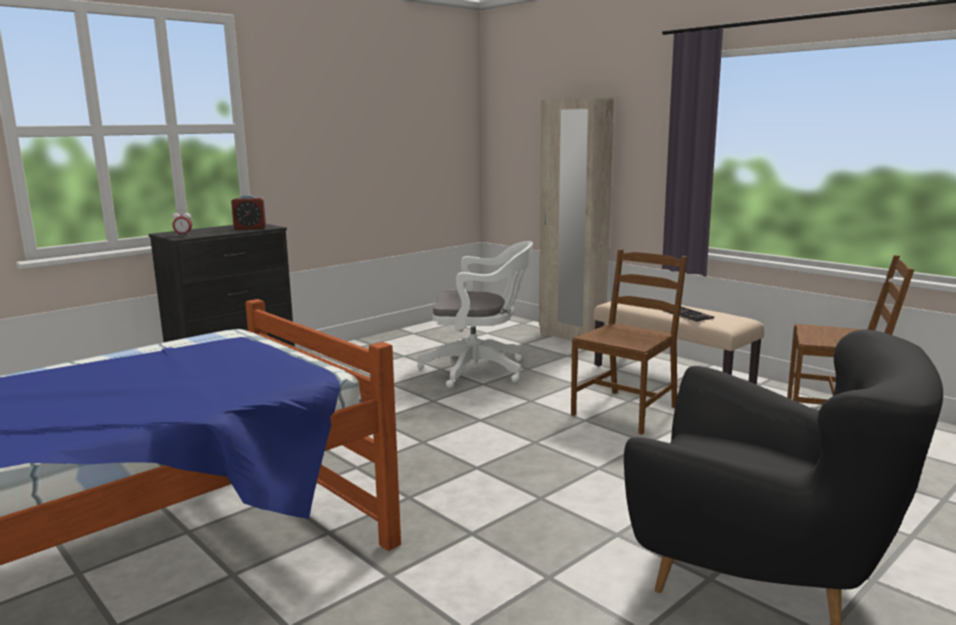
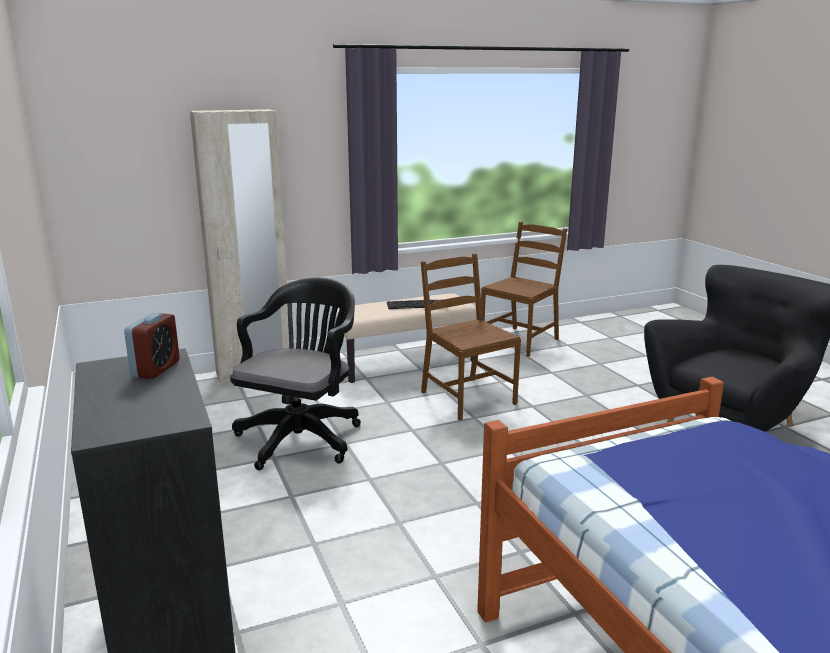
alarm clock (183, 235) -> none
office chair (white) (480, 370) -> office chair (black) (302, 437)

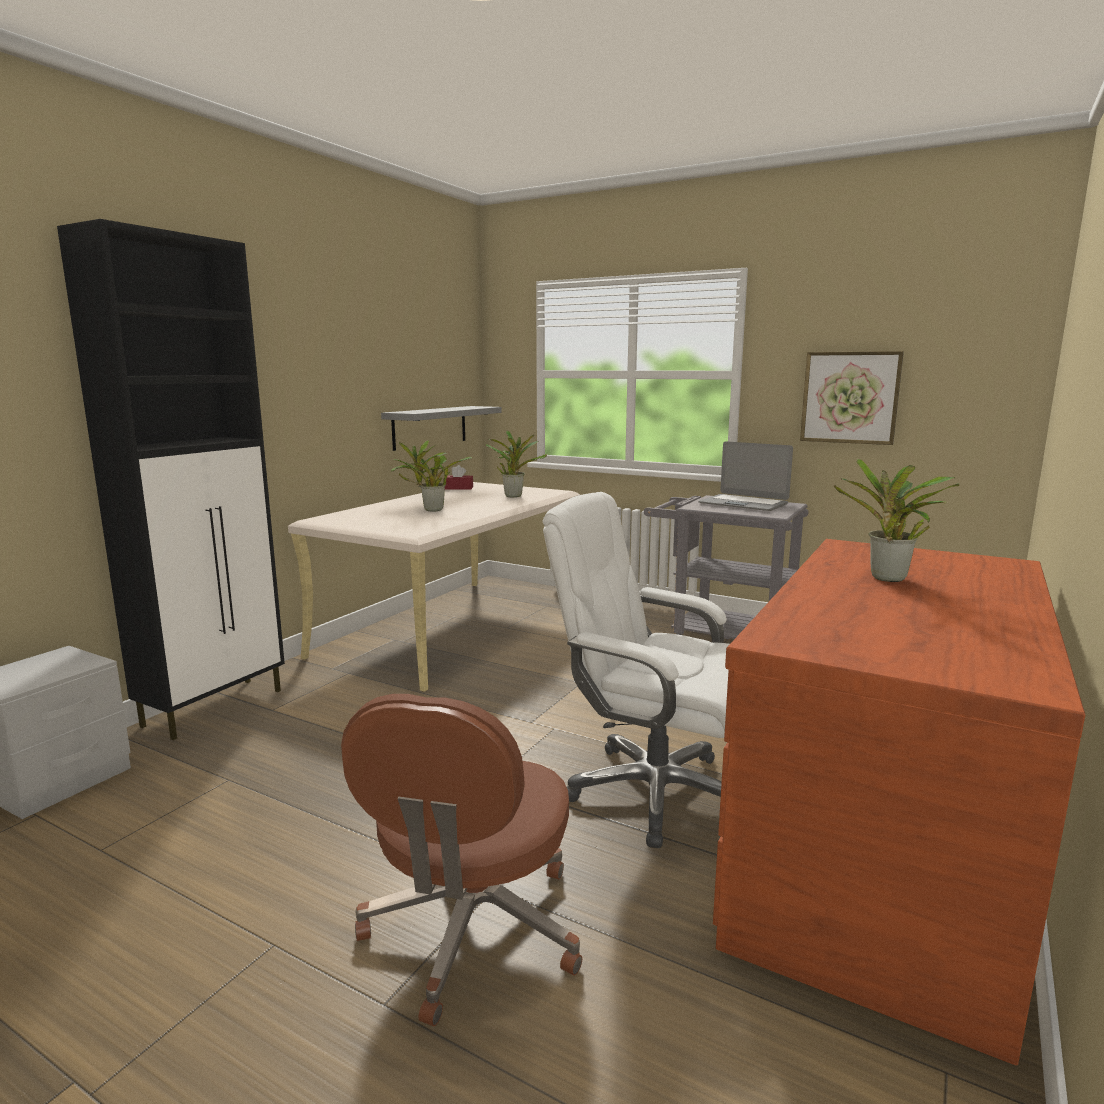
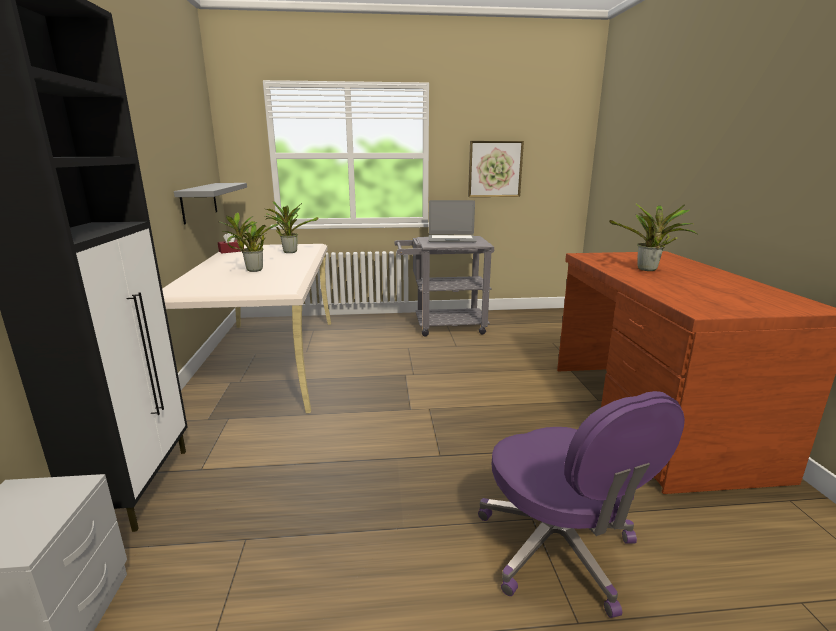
office chair (white) (654, 791) -> none
office chair (brown) (472, 931) -> office chair (purple) (558, 550)

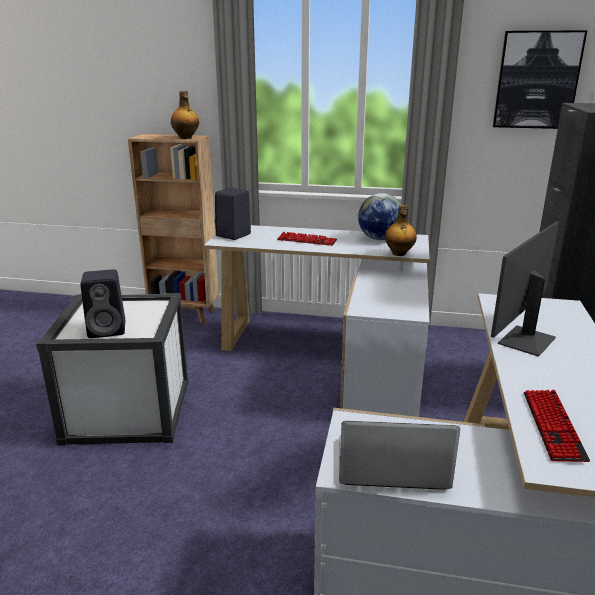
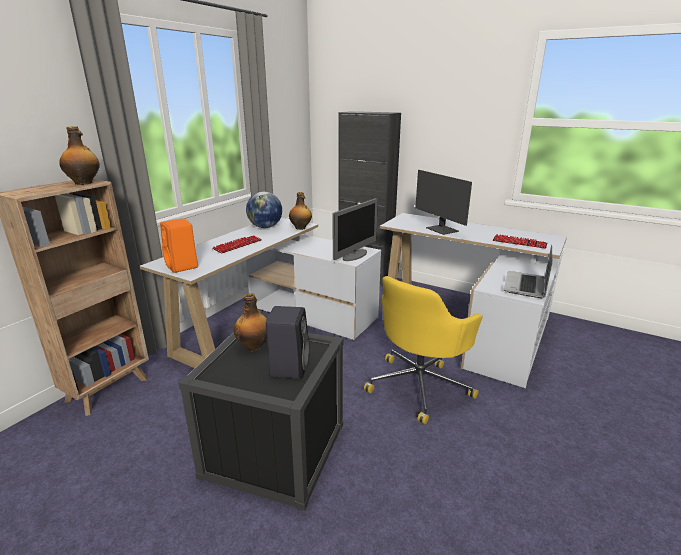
picture (537, 80) -> none
none -> bottle (254, 346)
none -> monitor (355, 255)
none -> office chair (yellow) (419, 385)
storage box (white) (129, 410) -> storage box (black) (274, 449)
speaker (black) (233, 235) -> speaker (orange) (182, 267)

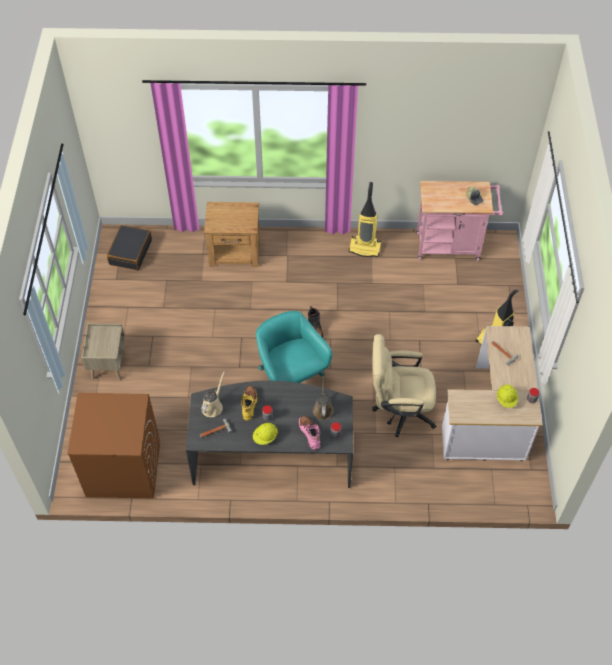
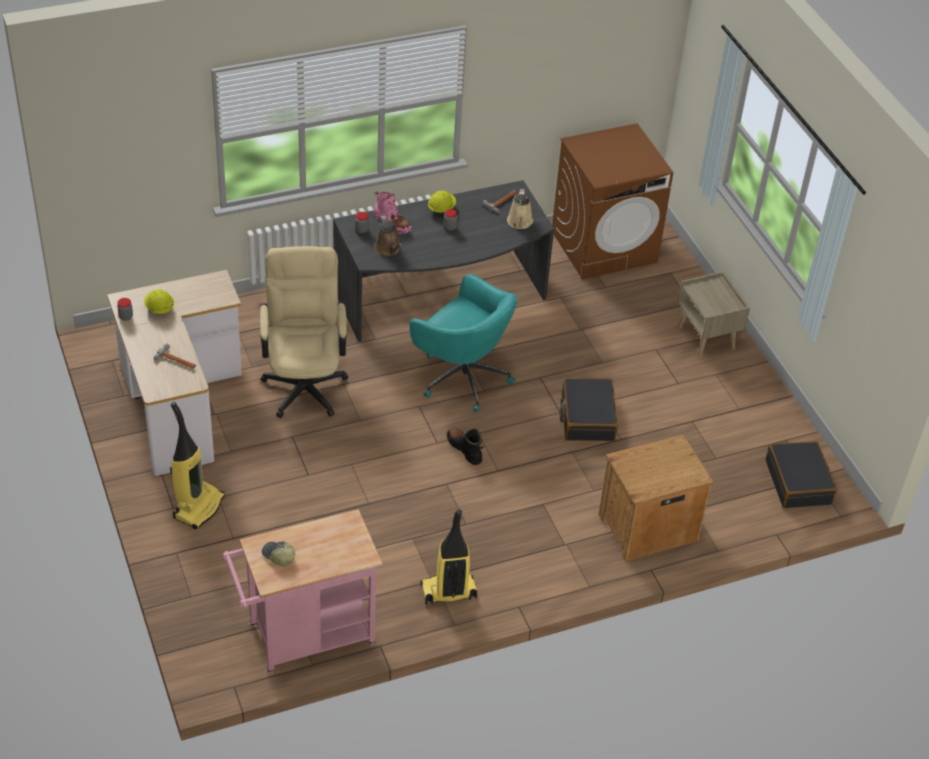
boot (yellow) (249, 404) -> none
none -> suitcase (black) (587, 417)
office chair (beige) (399, 410) -> office chair (beige) (304, 381), 75 degrees counterclockwise

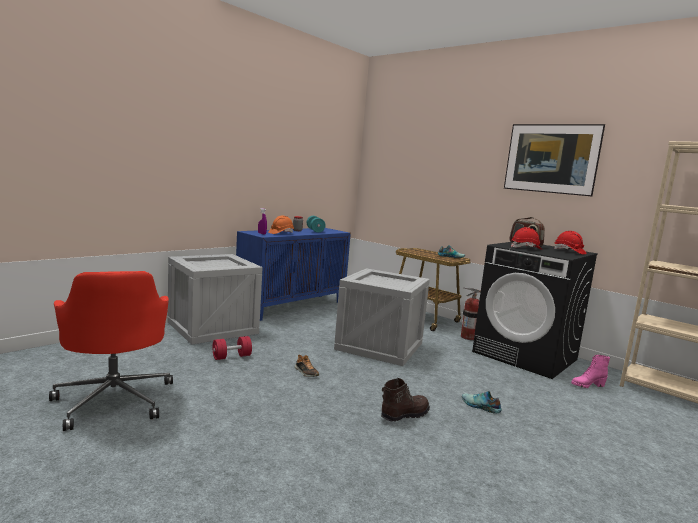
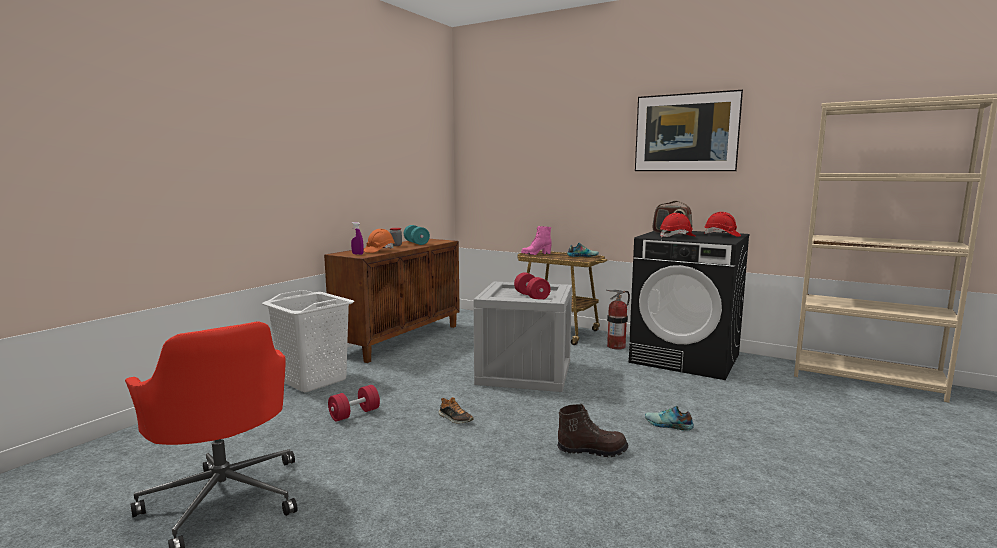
none -> dumbbell (red) (531, 296)
boot (pink) (587, 385) -> boot (pink) (536, 254), moved
crate (213, 327) -> laundry basket (white) (313, 380)
cabinet (blue) (292, 306) -> cabinet (brown) (400, 339)
boot (brown) (404, 415) -> boot (brown) (592, 450), 45 degrees clockwise

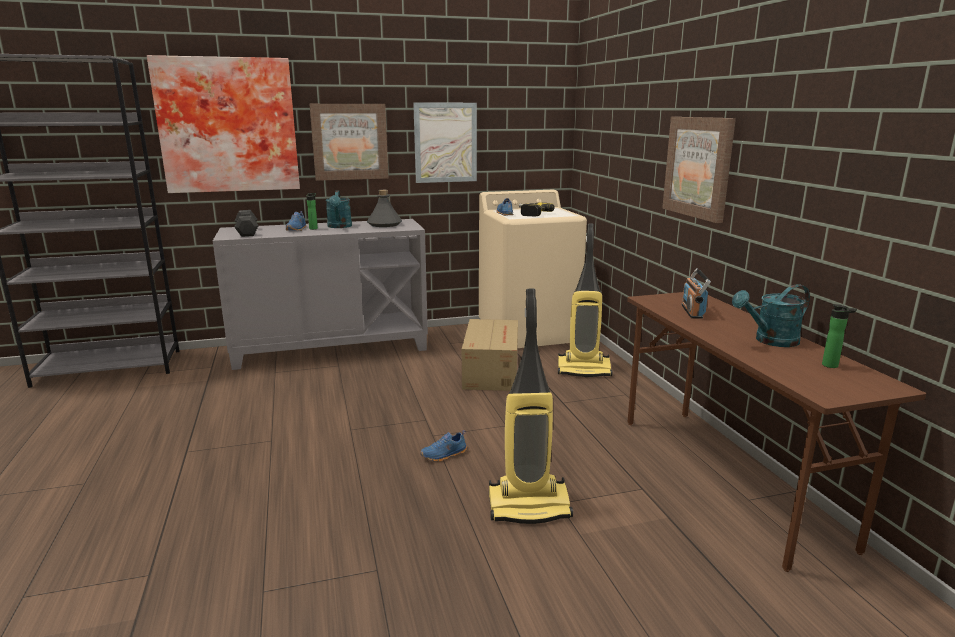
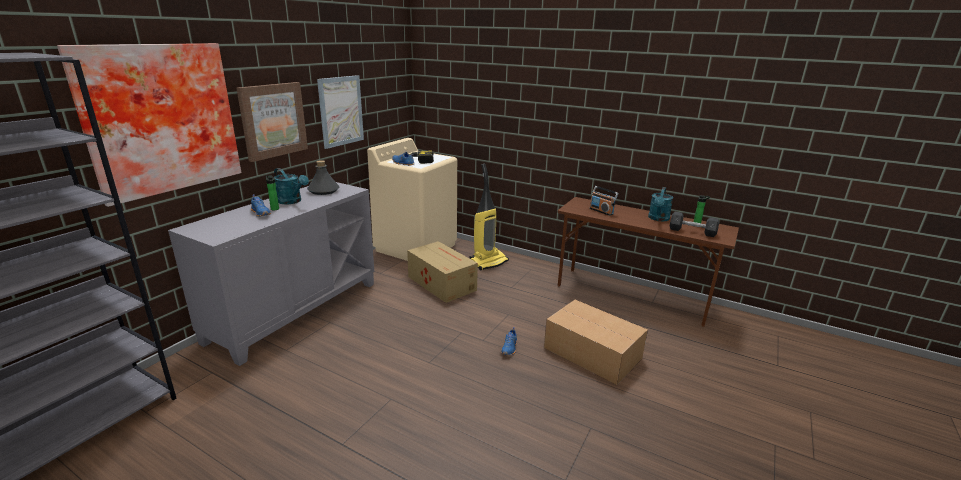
picture (698, 167) -> none
dumbbell (grey) (247, 232) -> dumbbell (grey) (692, 231), moved
vacuum cleaner (529, 506) -> cardboard box (591, 352)

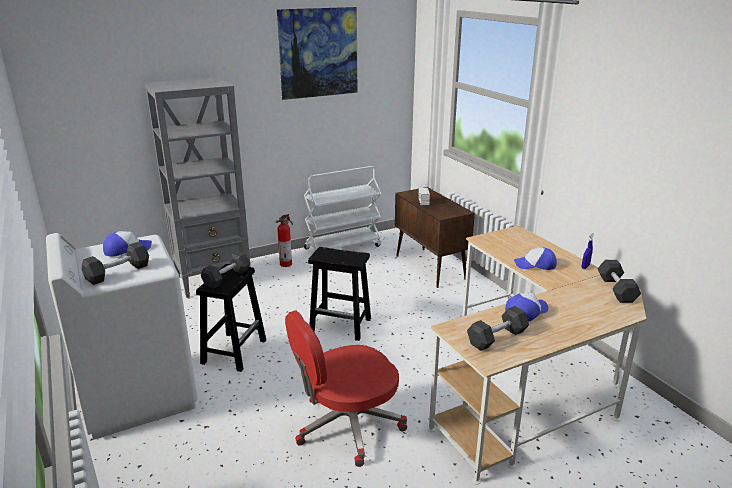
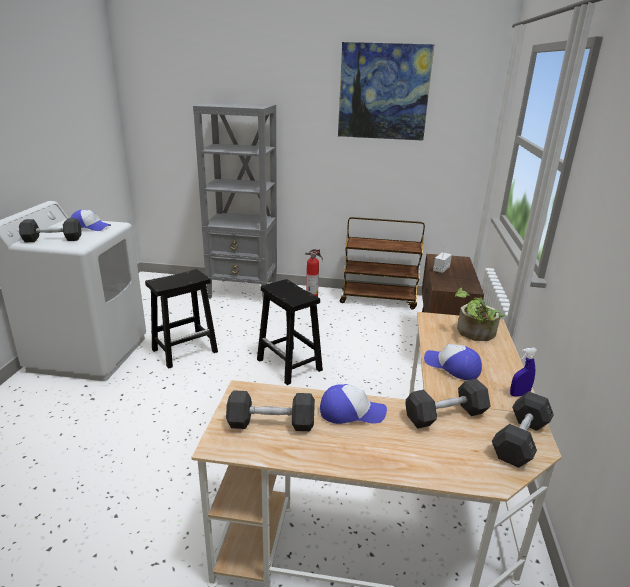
office chair (red) (347, 426) -> none
none -> potted plant (473, 334)
dumbbell (grey) (226, 277) -> dumbbell (grey) (445, 415), moved
cart (white) (343, 247) -> cart (brown) (378, 299)

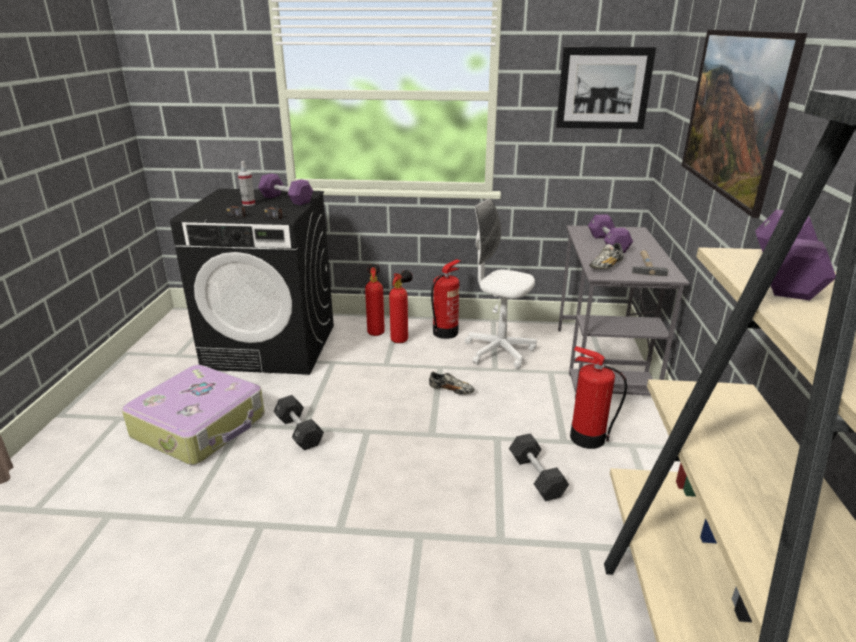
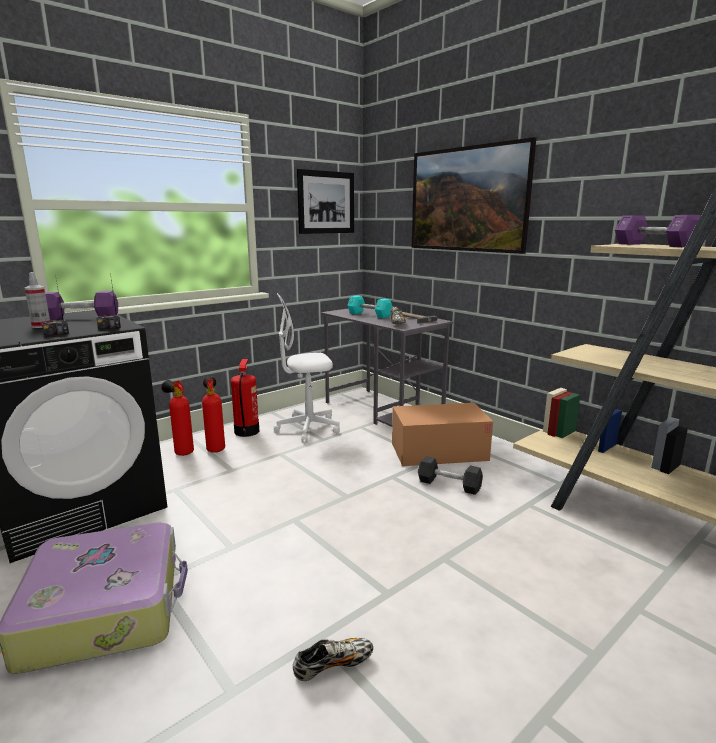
dumbbell (black) (299, 431) -> none
shoe (451, 390) -> shoe (333, 666), moved
fire extinguisher (586, 437) -> cardboard box (439, 451)
dumbbell (purple) (608, 243) -> dumbbell (turquoise) (369, 315)

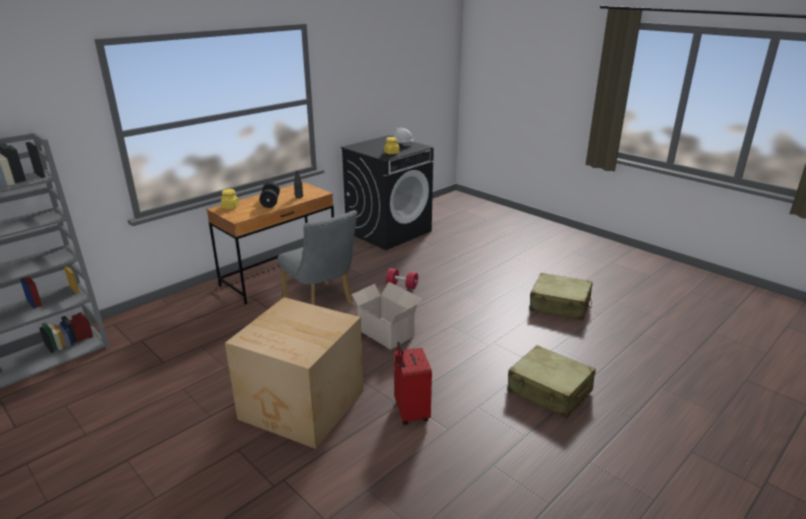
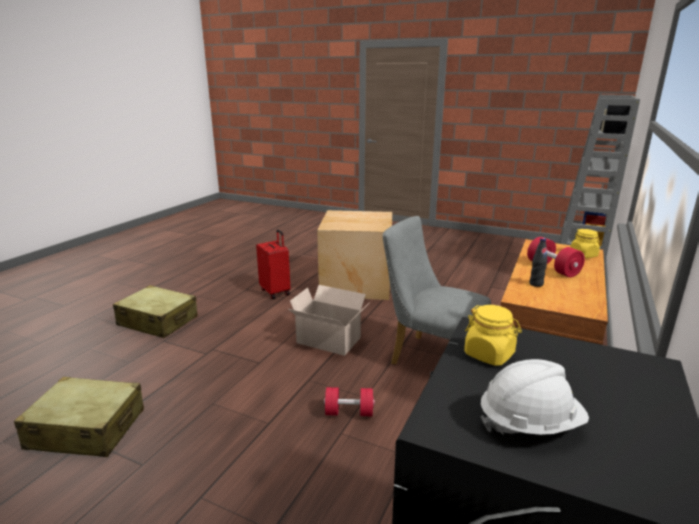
dumbbell (black) (270, 202) -> dumbbell (red) (552, 268)

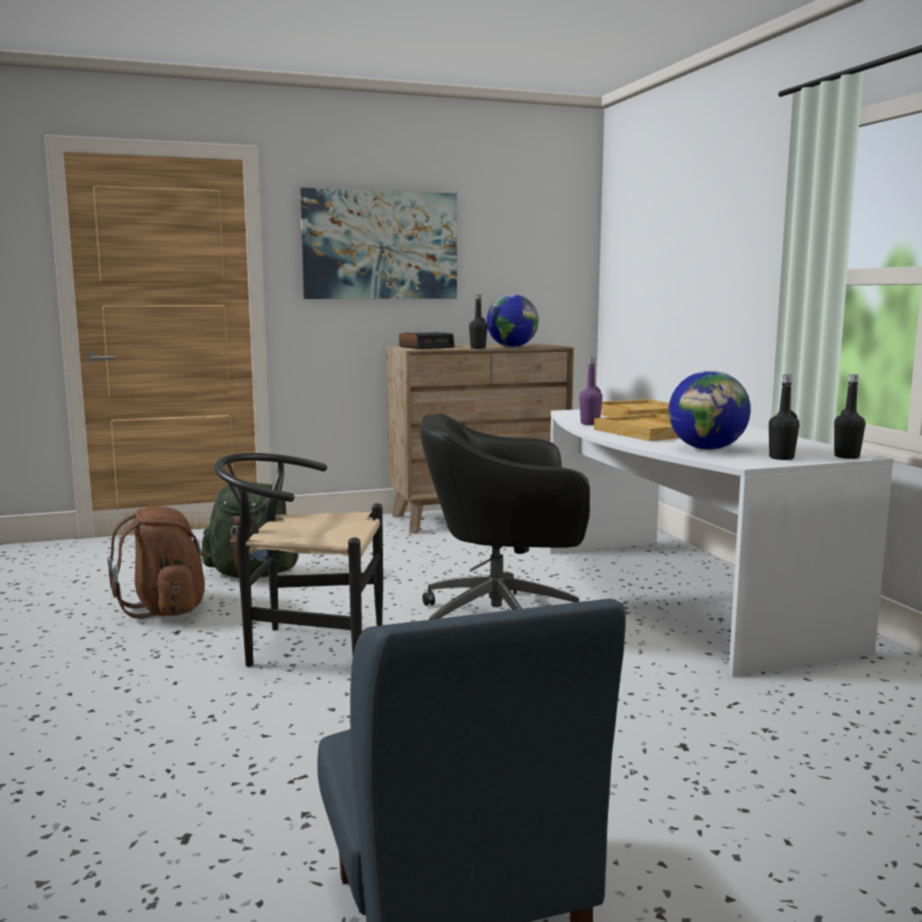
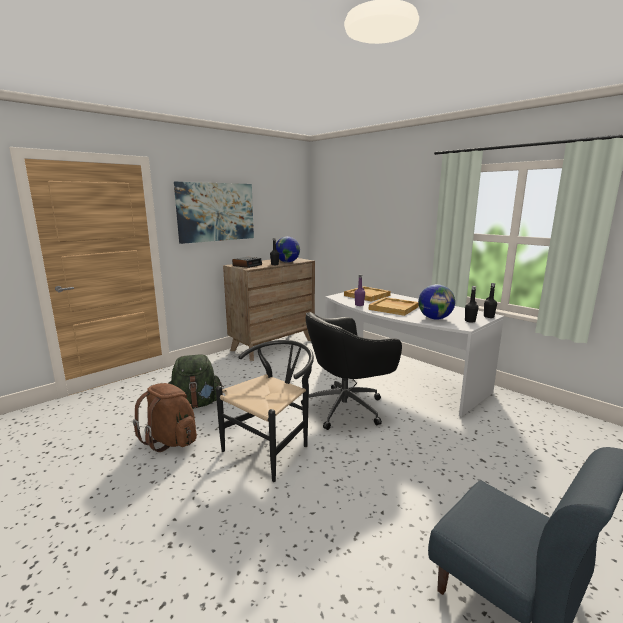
chair (black) (304, 647) -> chair (black) (272, 447), 150 degrees clockwise

